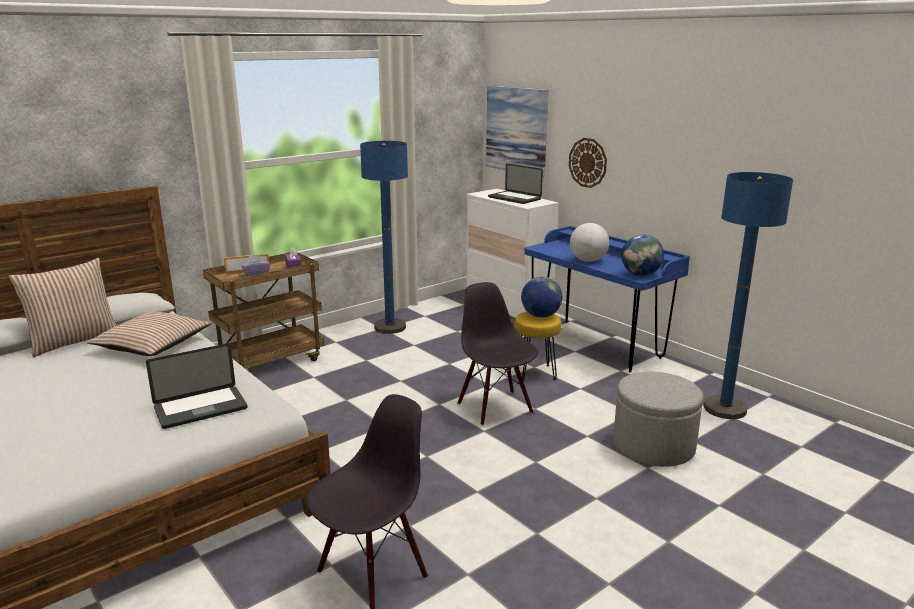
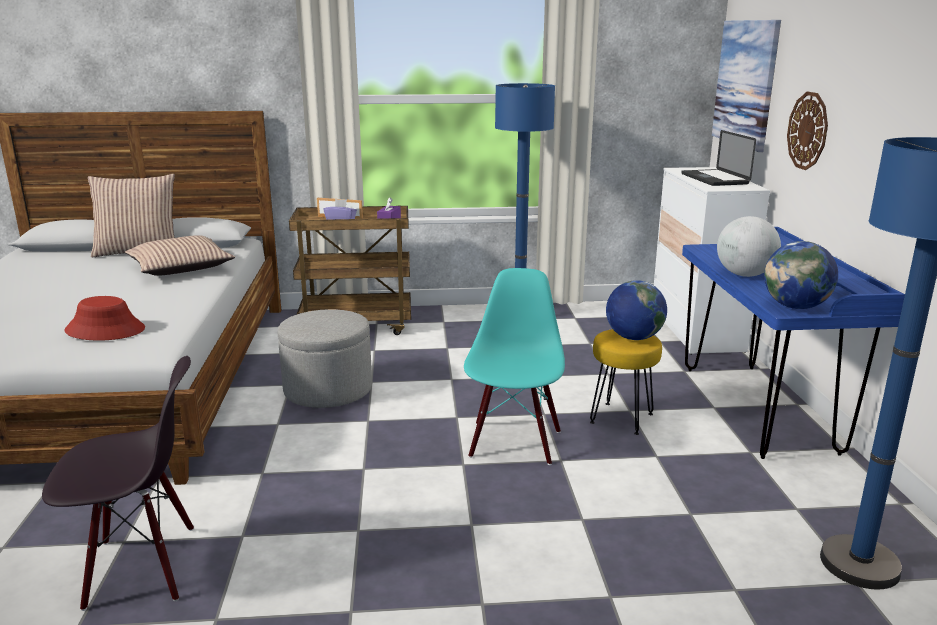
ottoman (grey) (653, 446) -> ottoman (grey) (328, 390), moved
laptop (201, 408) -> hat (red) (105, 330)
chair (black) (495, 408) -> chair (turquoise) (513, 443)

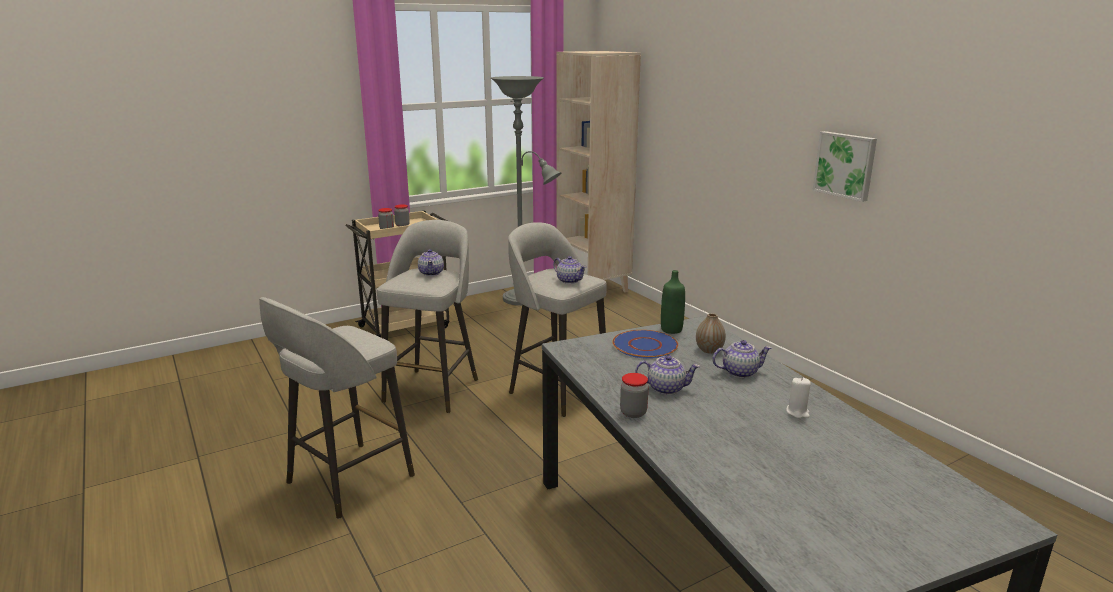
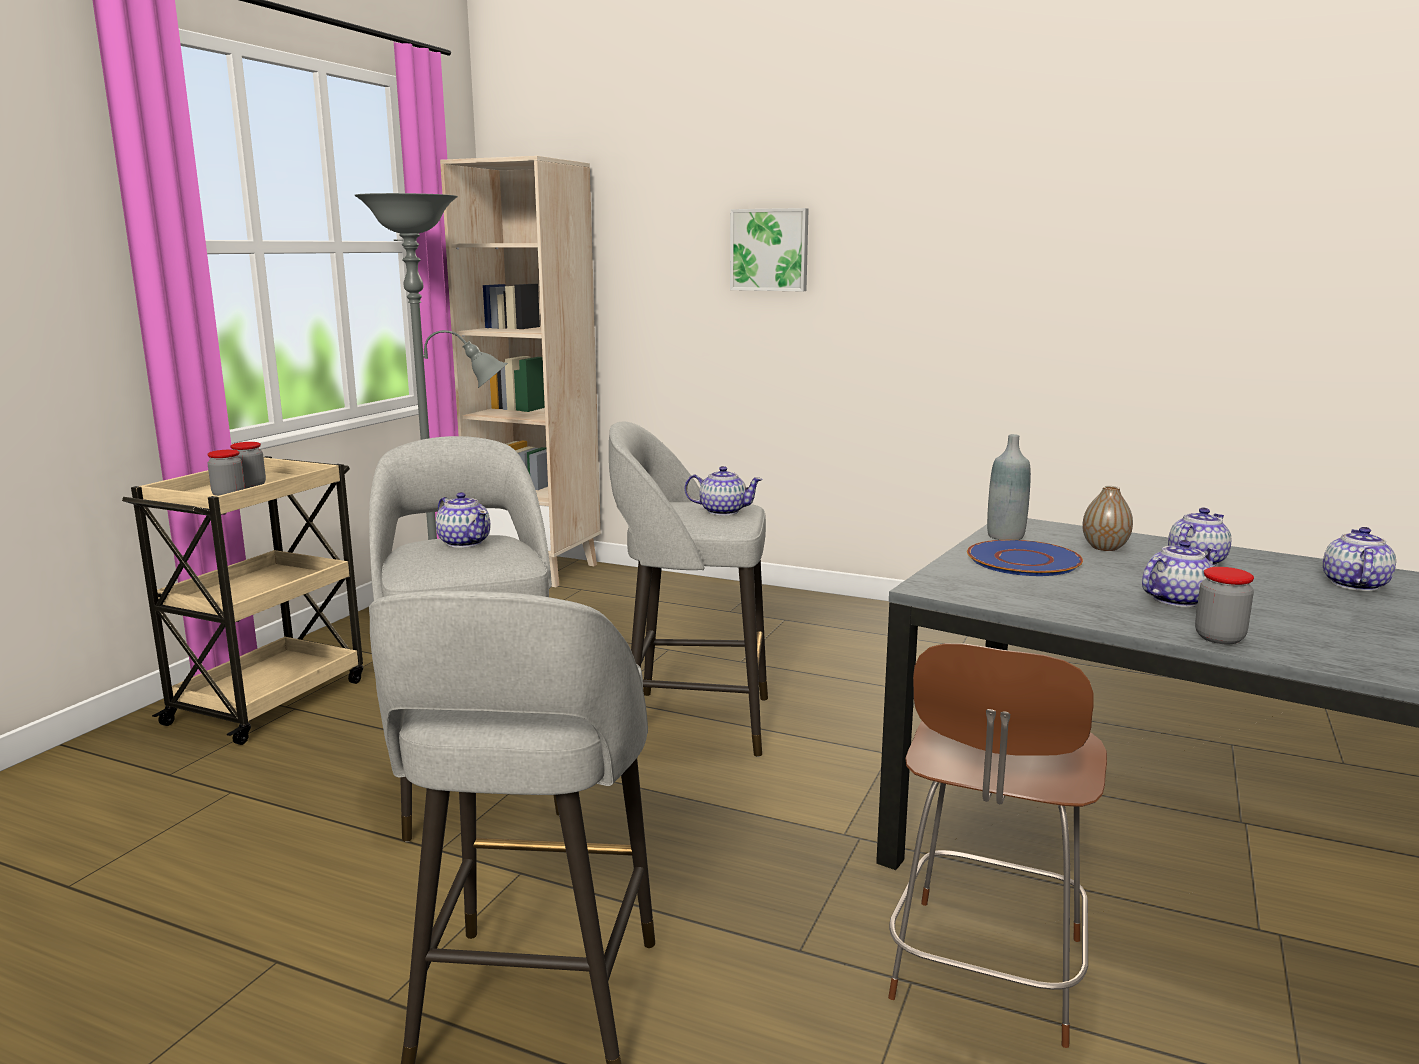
none -> chair (brown) (986, 973)
picture (845, 165) -> picture (770, 250), moved
candle (white) (797, 412) -> teapot (1354, 585)
bottle (green) (671, 329) -> bottle (grey) (1005, 536)

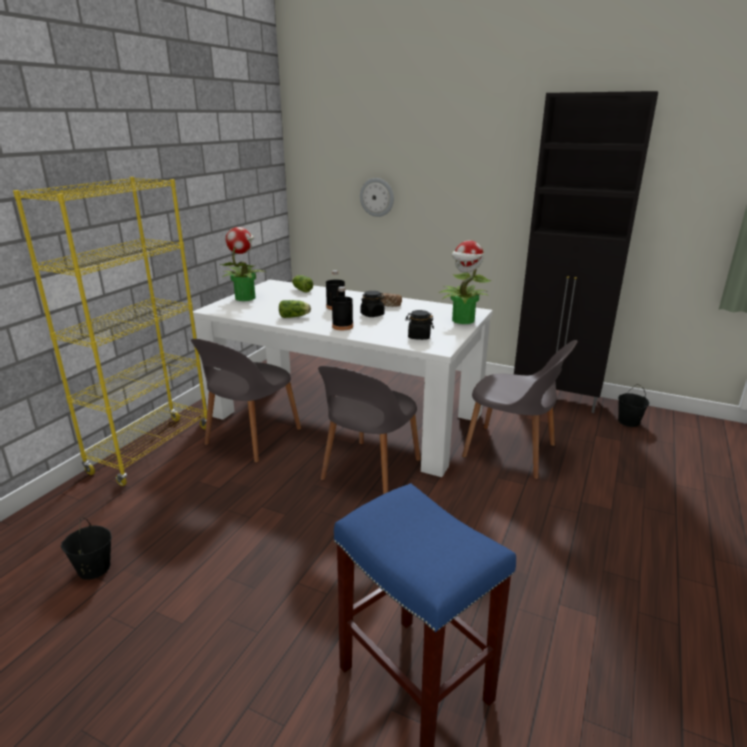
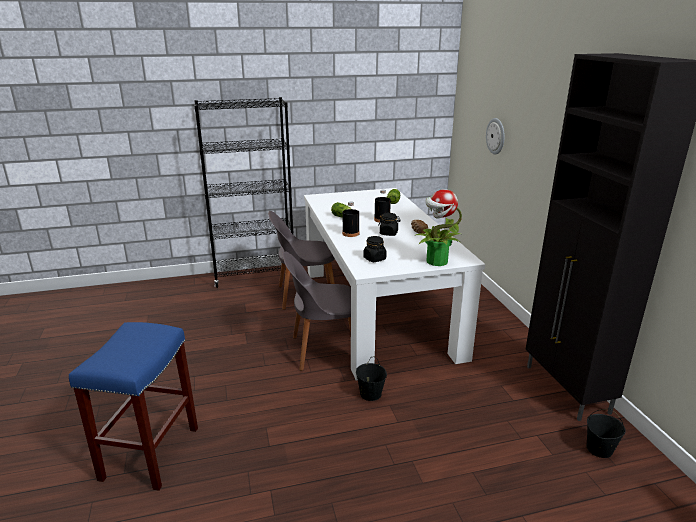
potted plant (245, 297) -> none
chair (grey) (512, 452) -> none
bucket (black) (93, 569) -> bucket (black) (370, 394), moved
bookcase (yellow) (151, 449) -> bookcase (black) (255, 276)

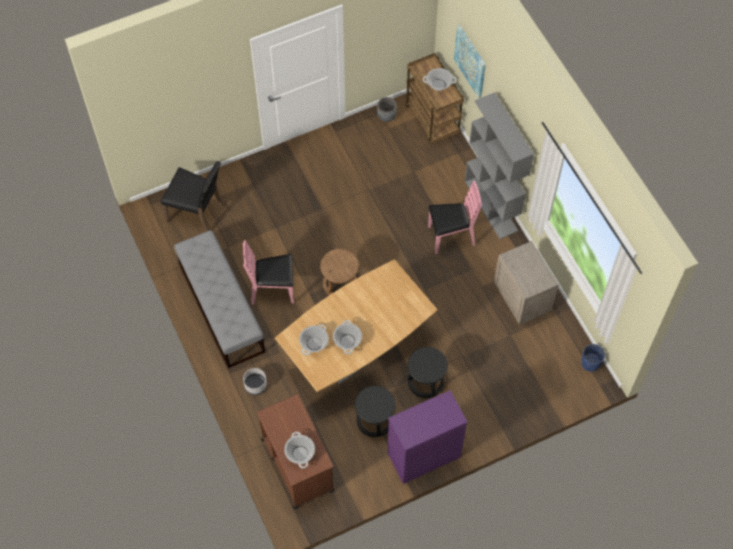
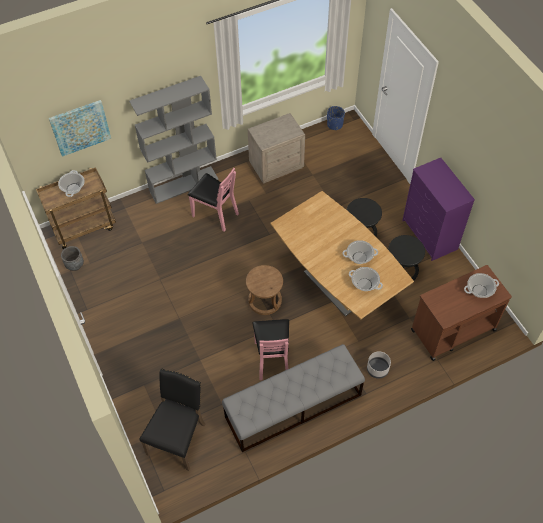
chair (pink) (451, 237) -> chair (pink) (215, 214), 135 degrees clockwise

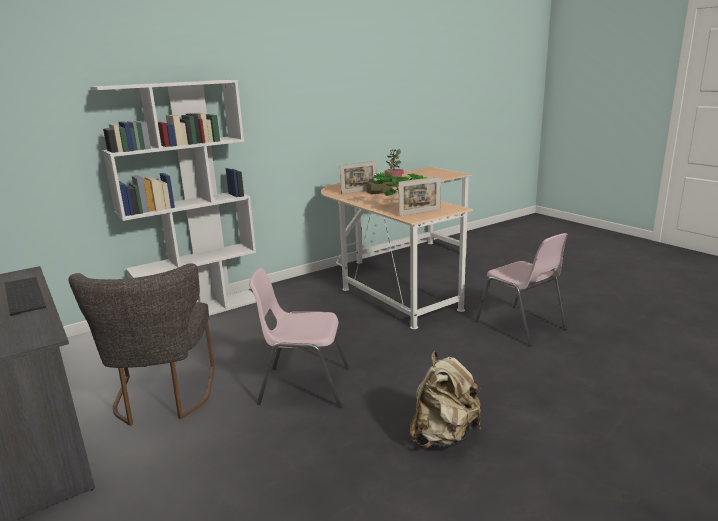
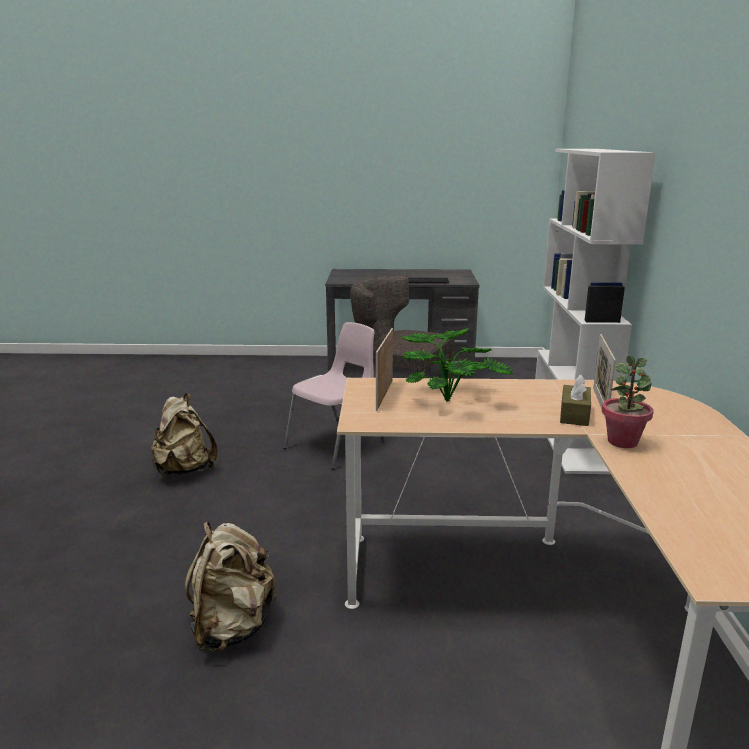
chair (pink) (521, 326) -> backpack (beige) (232, 627)

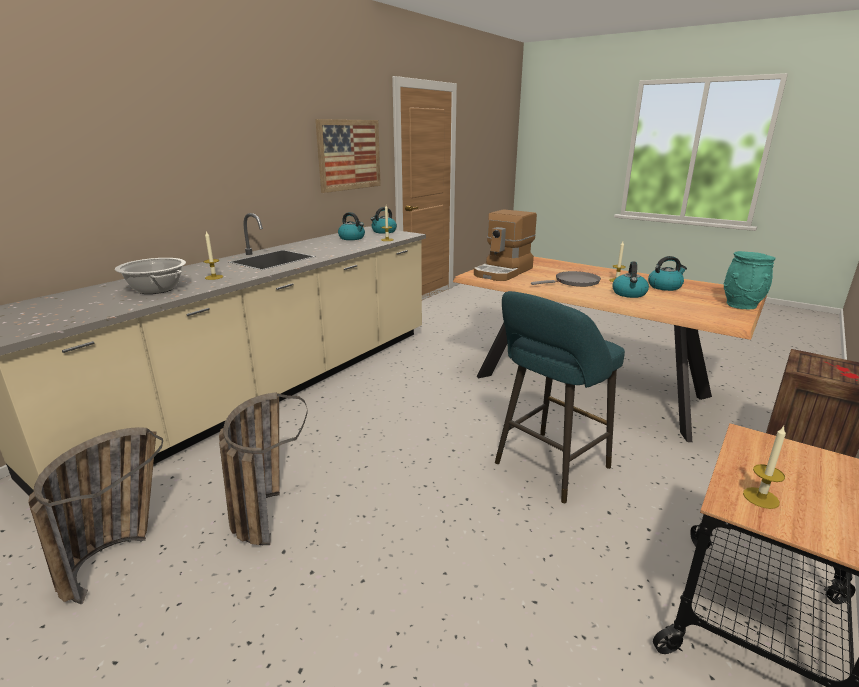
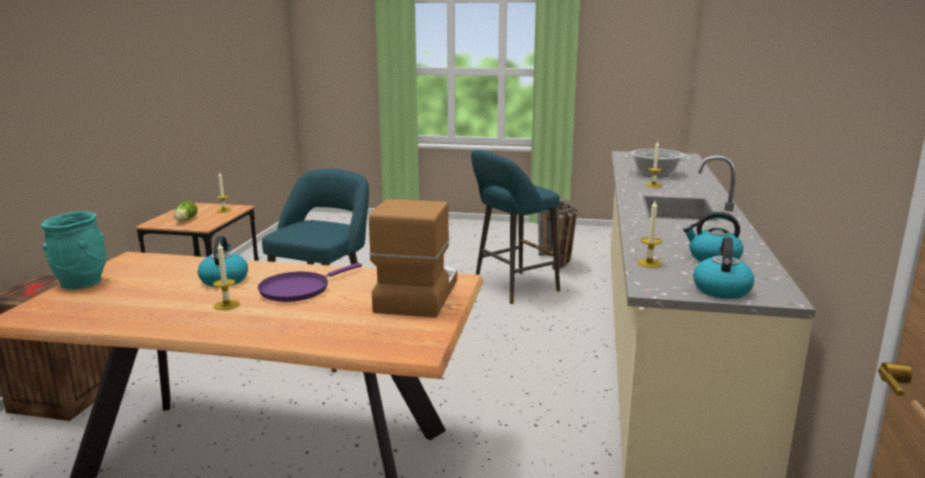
picture (349, 155) -> none
kettle (665, 287) -> none
none -> lettuce (185, 220)
basket (265, 508) -> stool (turquoise) (512, 288)
frying pan (grey) (574, 282) -> frying pan (purple) (298, 289)

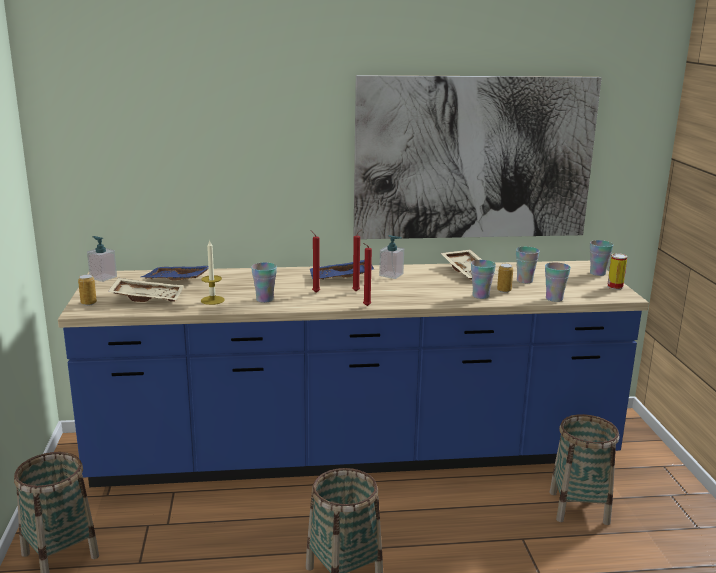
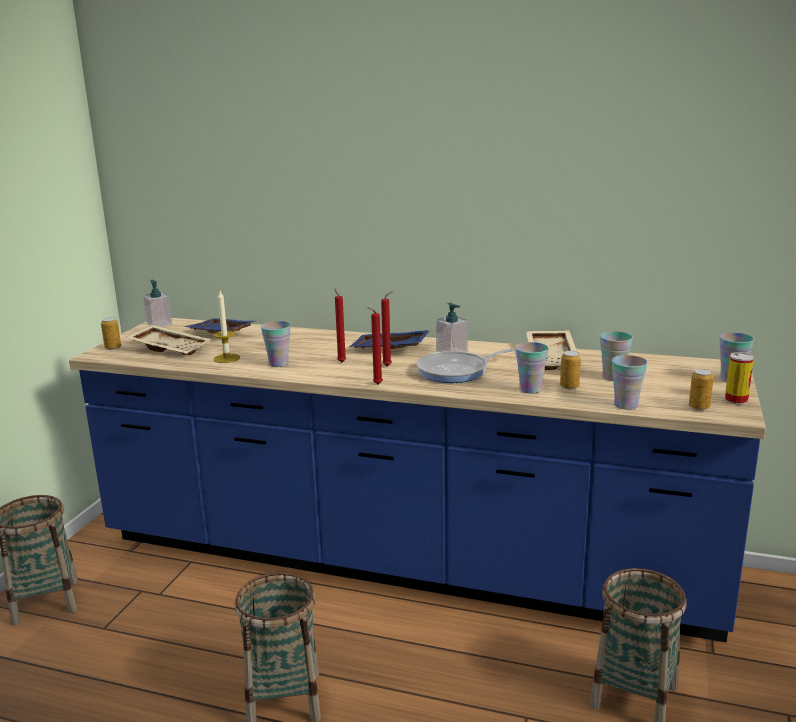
picture (473, 158) -> none
none -> frying pan (456, 371)
none -> can (699, 407)

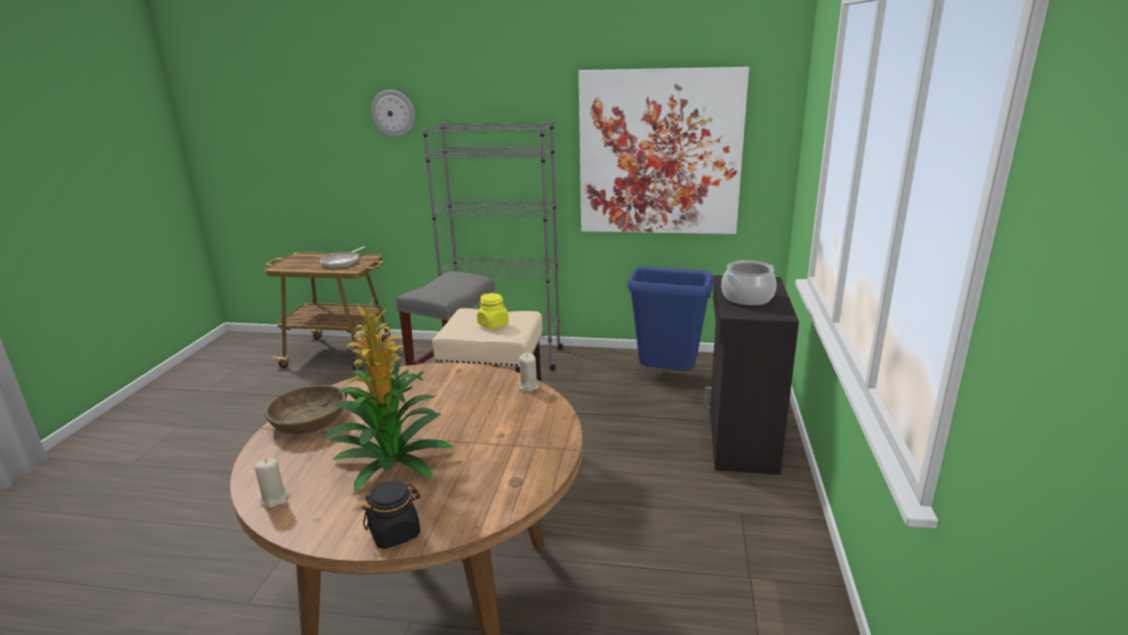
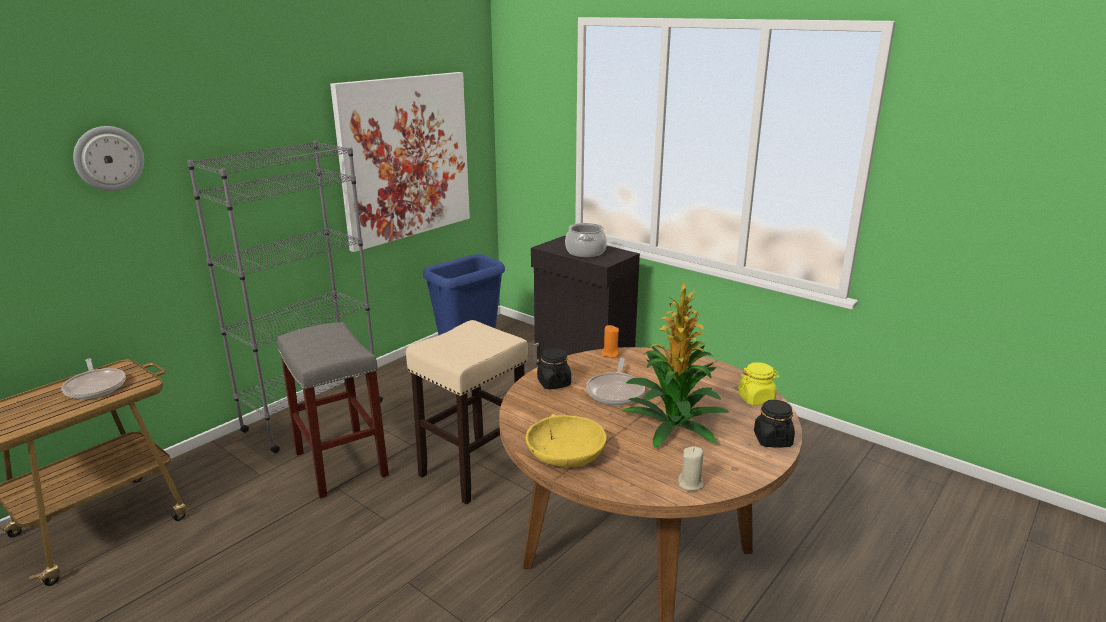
none -> jar (black) (554, 383)
none -> frying pan (616, 391)
jar (yellow) (493, 324) -> jar (yellow) (756, 399), moved
bowl (brown) (309, 420) -> bowl (yellow) (565, 452)
candle (beige) (528, 386) -> candle (orange) (610, 354)

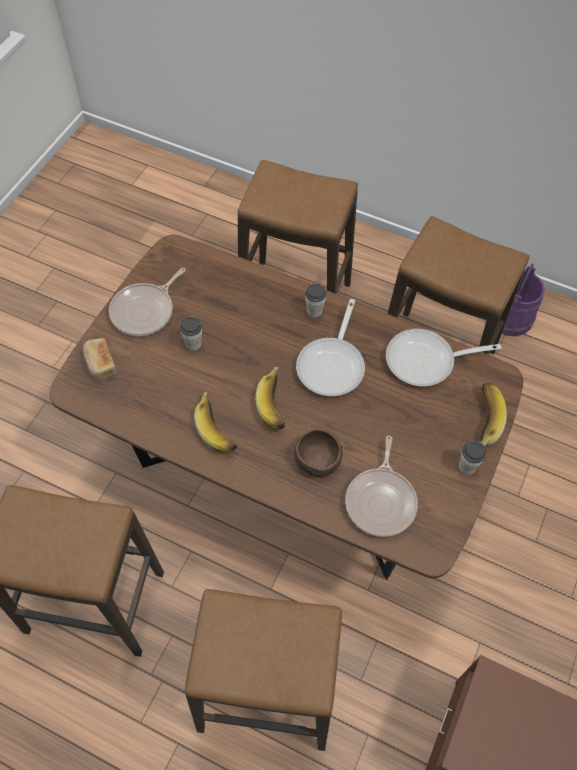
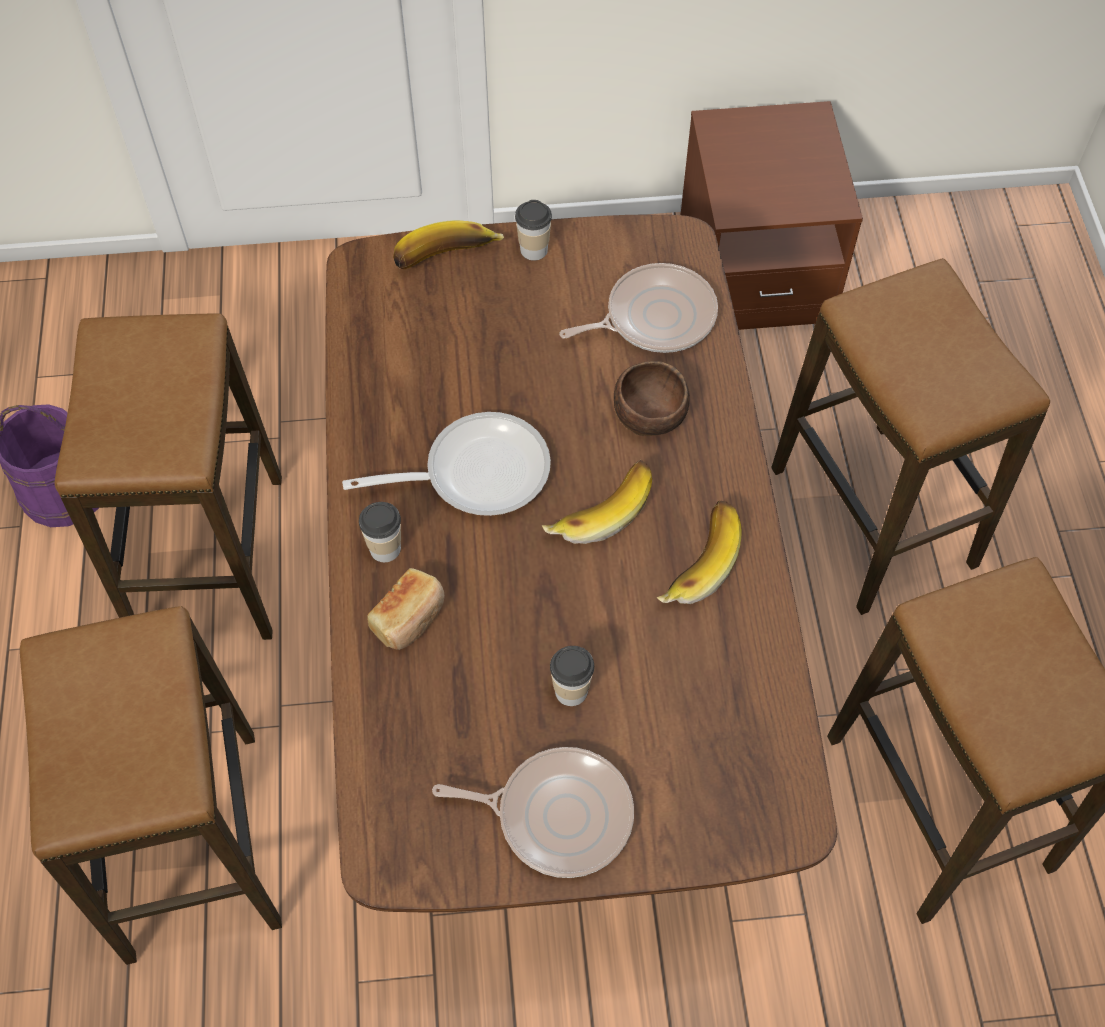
frying pan (426, 361) -> none
bread (100, 364) -> bread (409, 618), moved

